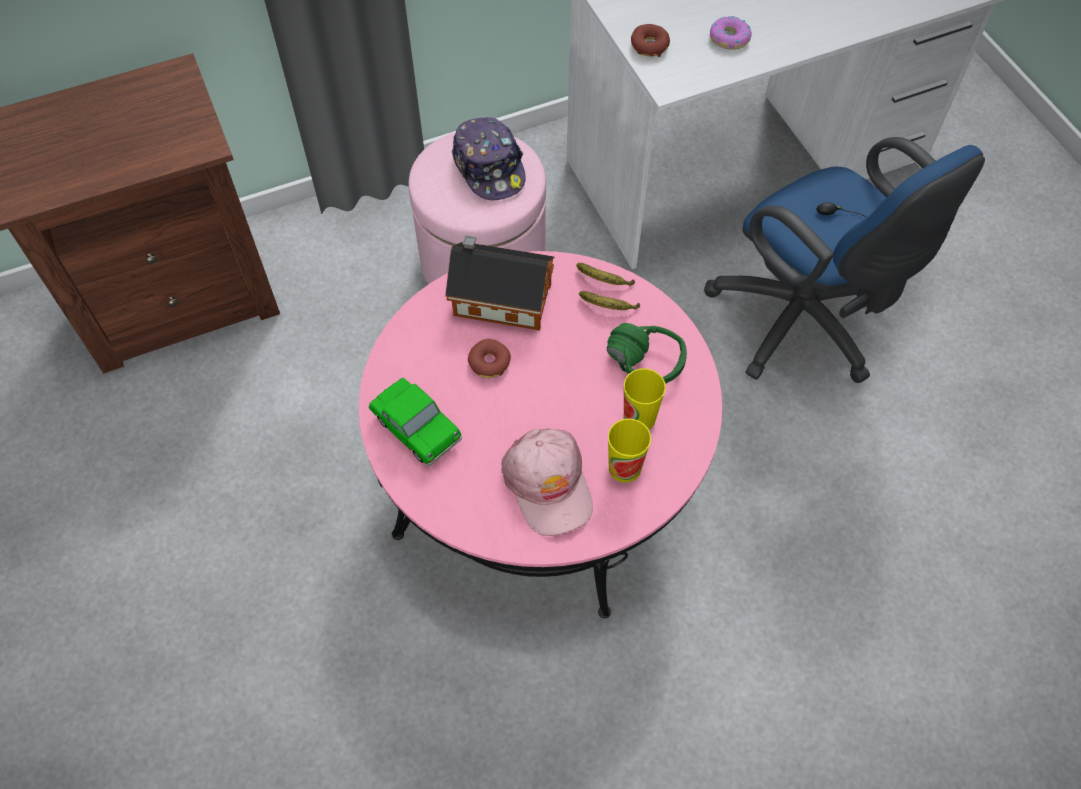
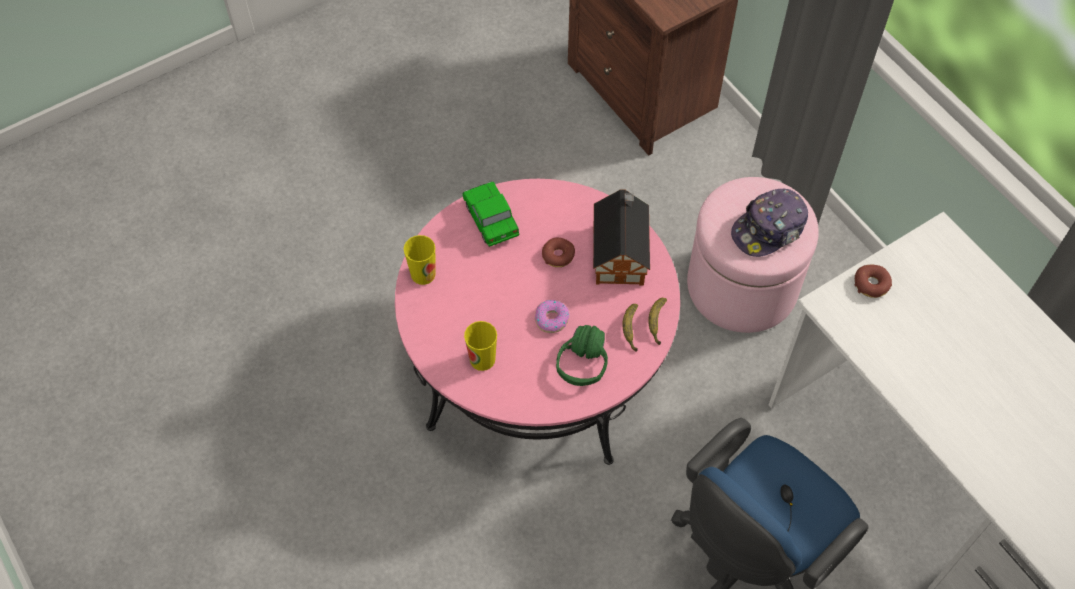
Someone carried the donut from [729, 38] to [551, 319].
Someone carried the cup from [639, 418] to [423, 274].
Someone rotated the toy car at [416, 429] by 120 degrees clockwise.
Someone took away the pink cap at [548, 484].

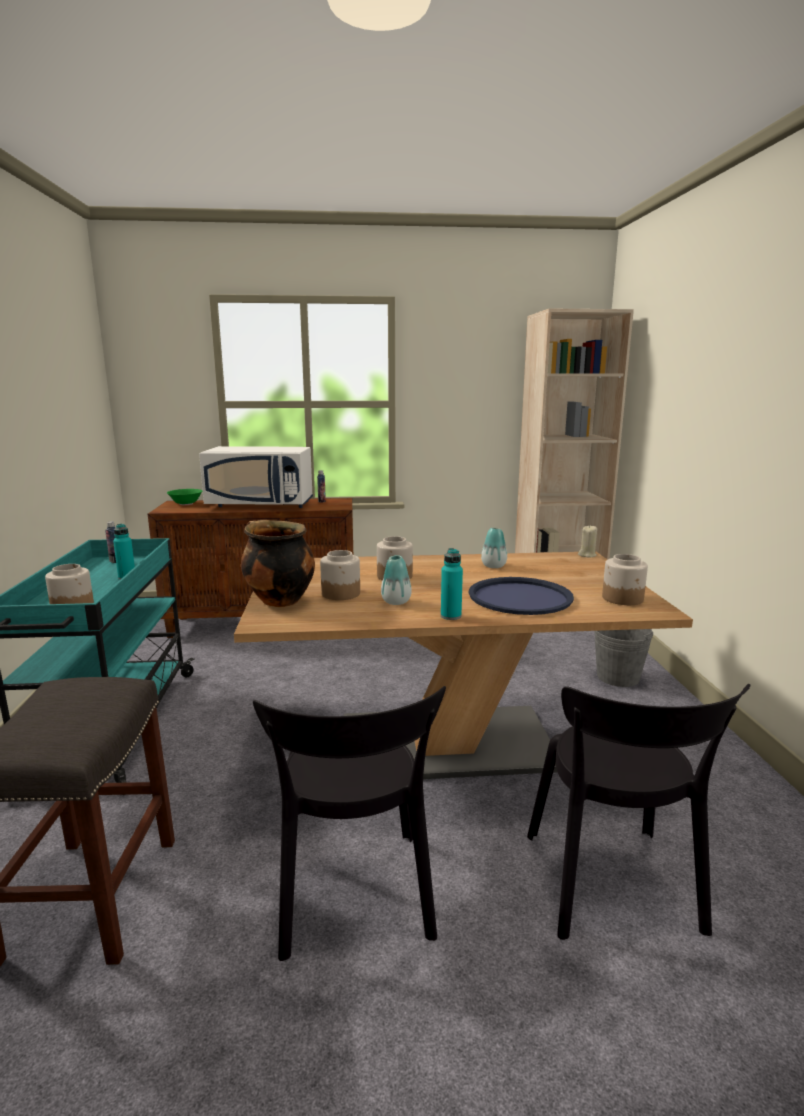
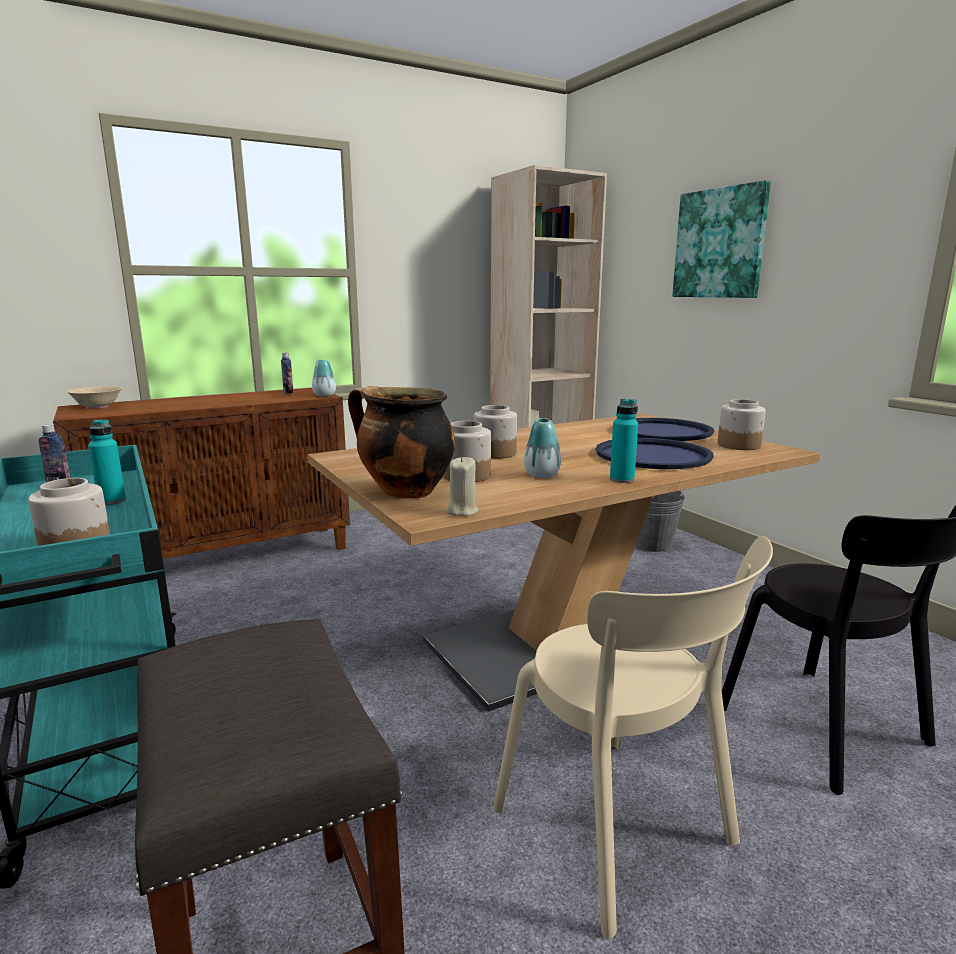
Someone took away the white microwave at [261, 505].
Someone repainted the green bowl at [186, 504], which became the beige bowl at [98, 407].
Someone carried the beige candle from [587, 555] to [462, 511].
Someone carried the vase from [493, 566] to [324, 395].
Someone repainted the black chair at [354, 899], which became the beige chair at [620, 833].
Someone put up the picture at [720, 243].
Someone put down the blue tray at [662, 431].

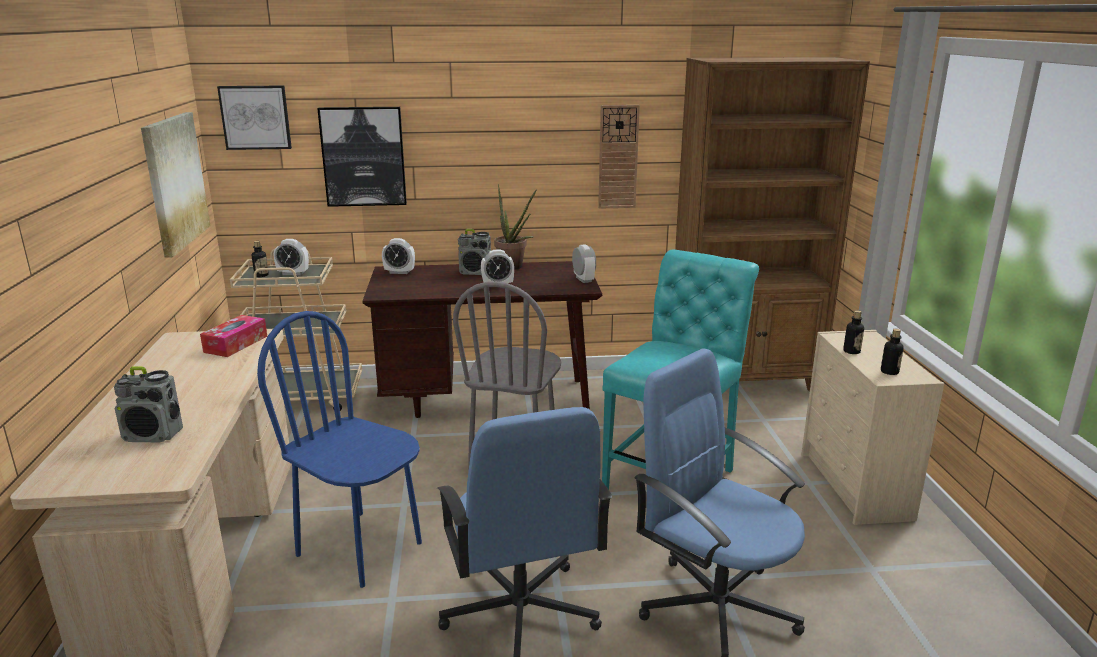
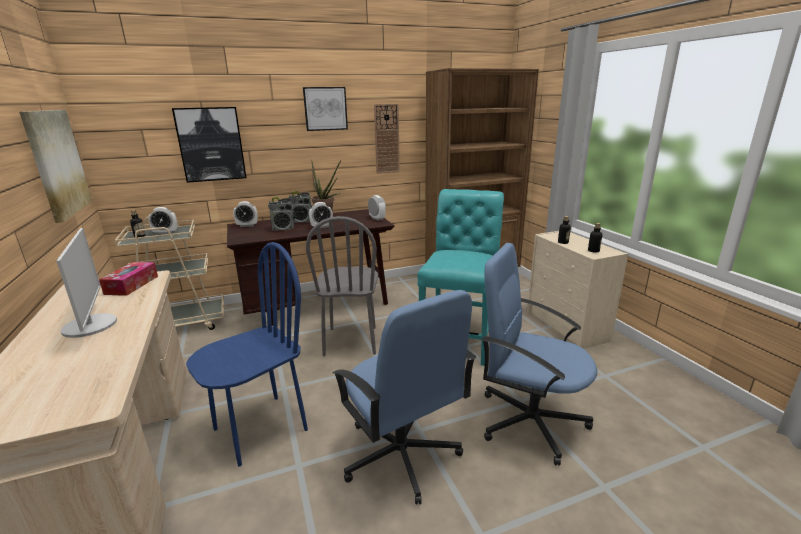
Someone carried the picture from [255, 117] to [325, 108].
Someone rotated the blue chair at [360, 548] by 120 degrees clockwise.
Someone carried the radio from [153, 435] to [283, 228].
Someone put down the monitor at [90, 325].

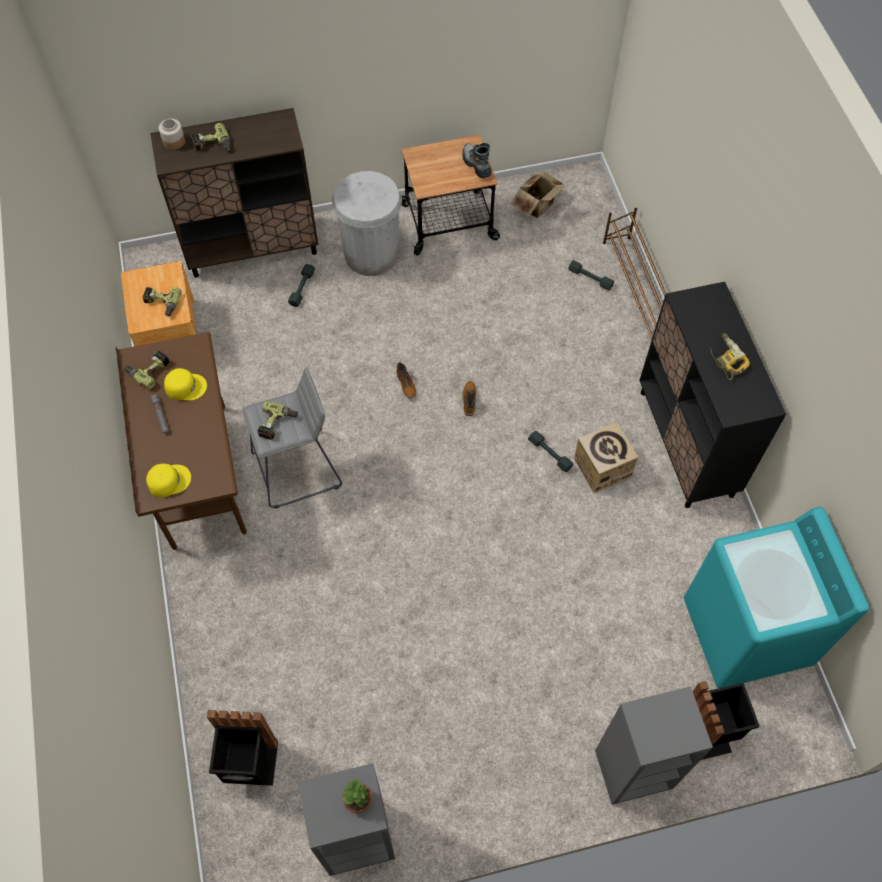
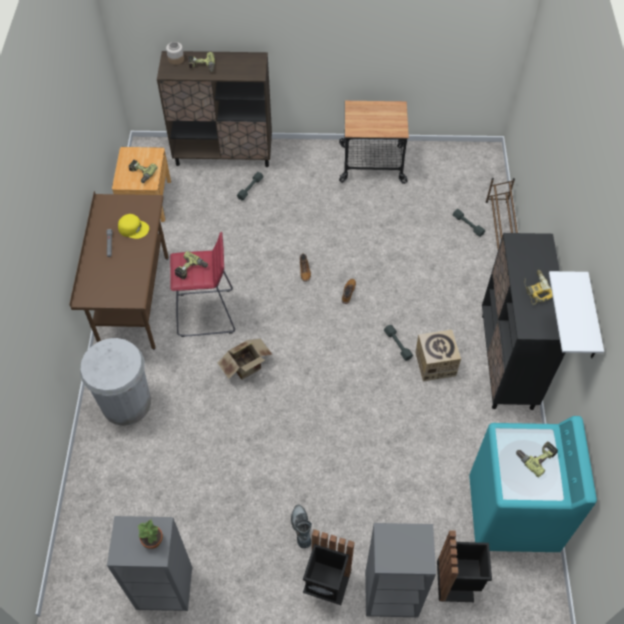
Someone carried the boot from [476, 164] to [301, 528].
Someone carried the white trash can from [371, 254] to [126, 403].
Someone carried the cardboard box from [538, 206] to [247, 368].
Someone carried the power drill from [148, 369] to [536, 456].
Someone repainted the grey stool at [298, 469], which became the red stool at [206, 313].
Someone took away the yellow cap at [168, 480].
Someone carried the black trash can from [250, 765] to [326, 584].
Someone put up the white shelf at [591, 319].

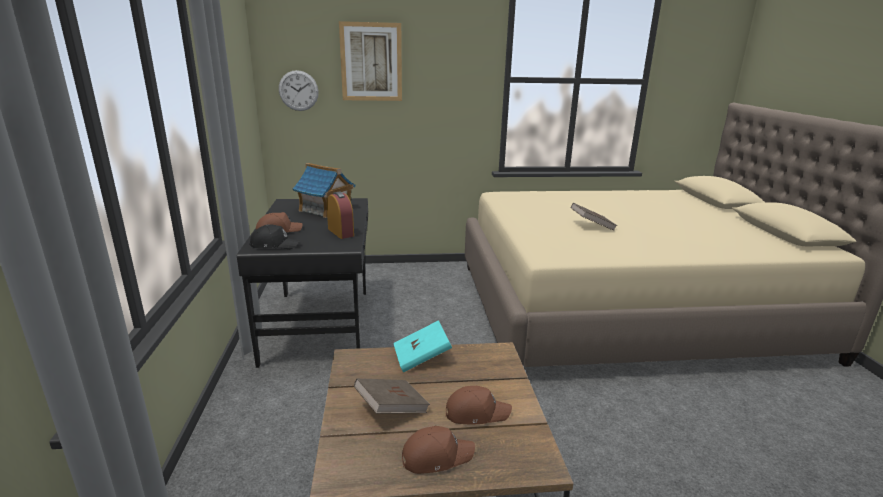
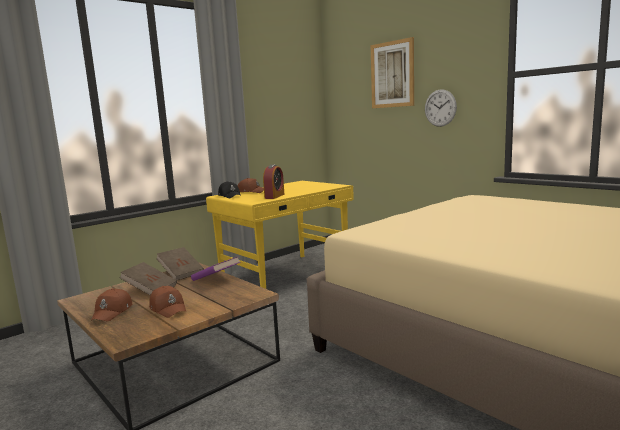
Someone carried the wall clock from [298, 90] to [440, 108].
Someone took away the toy house at [326, 209].
Someone repainted the black desk at [320, 324], which became the yellow desk at [287, 275].
Someone carried the brown book from [591, 226] to [181, 273].
Someone repainted the turquoise book at [421, 358], which became the purple book at [216, 279].
Someone rotated the brown cap at [436, 456] by 60 degrees clockwise.

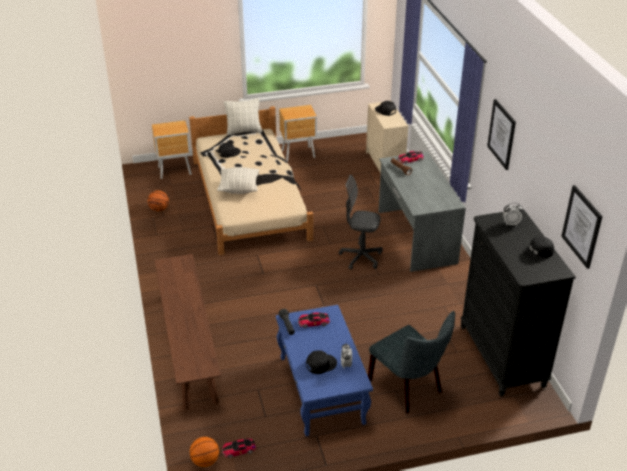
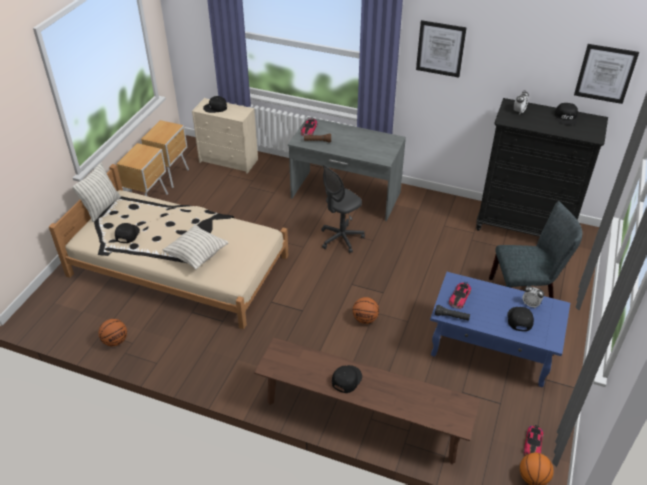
Someone carried the brown nightstand from [175, 171] to [171, 176].
Someone put down the basketball at [365, 319].
Someone put down the black cap at [346, 379].

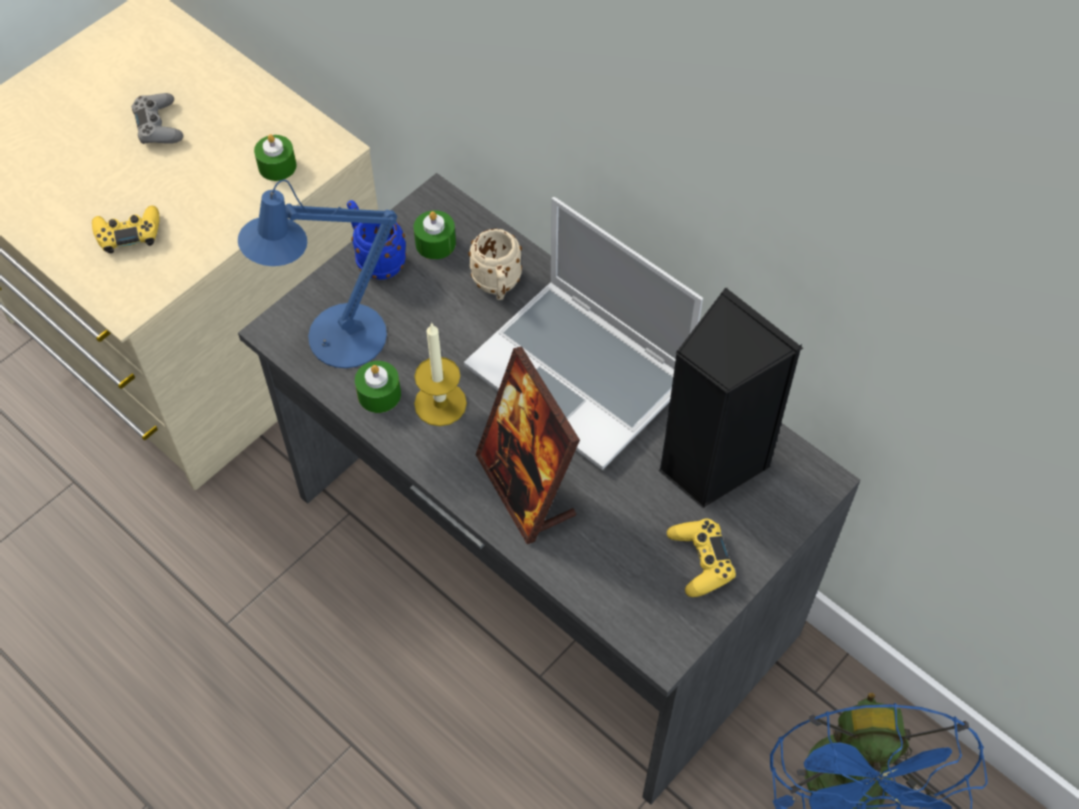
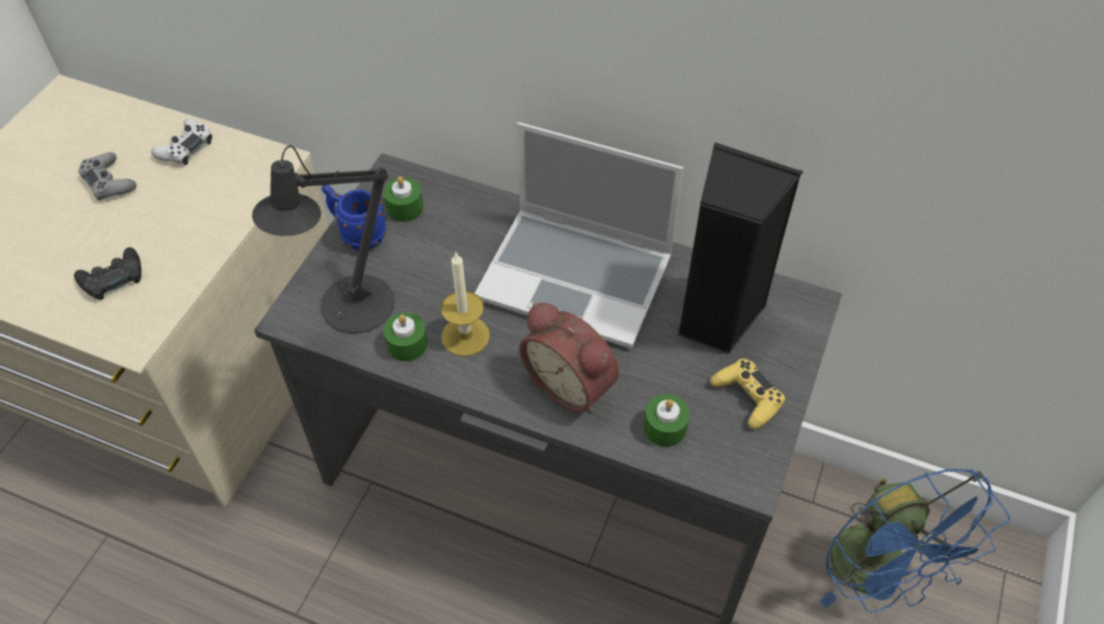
Someone carried the green candle from [277, 166] to [665, 428].
Someone repainted the blue table lamp at [336, 341], which became the black table lamp at [349, 311].
Someone repainted the yellow game controller at [129, 234], which became the black game controller at [113, 278].
Someone took away the beige mug at [497, 286].
Someone swapped the picture frame at [526, 488] for the alarm clock at [572, 383].
Someone put down the white game controller at [185, 148].

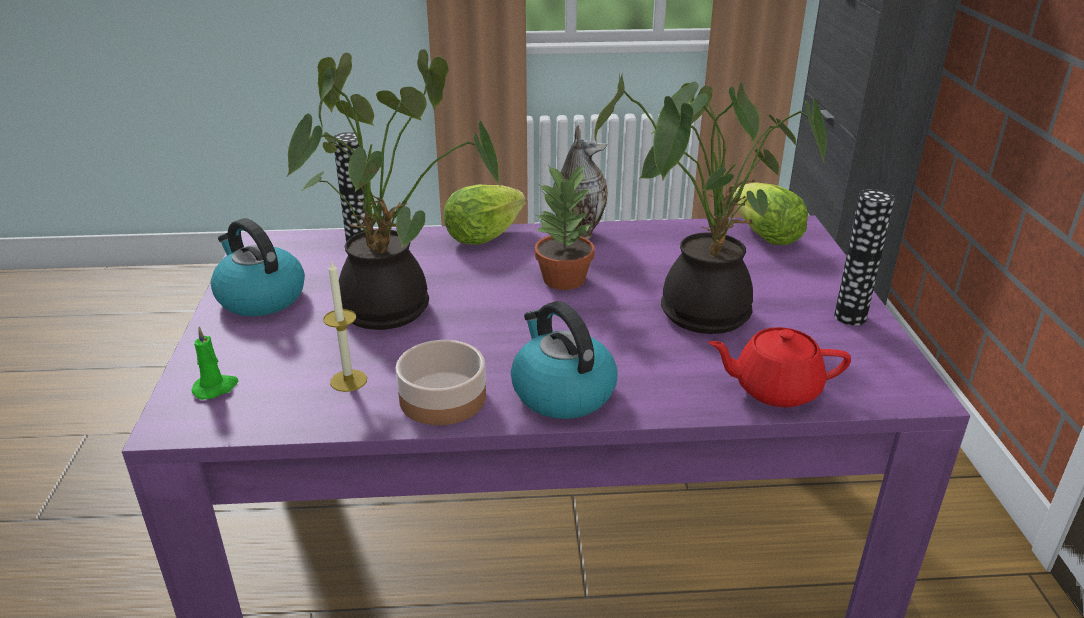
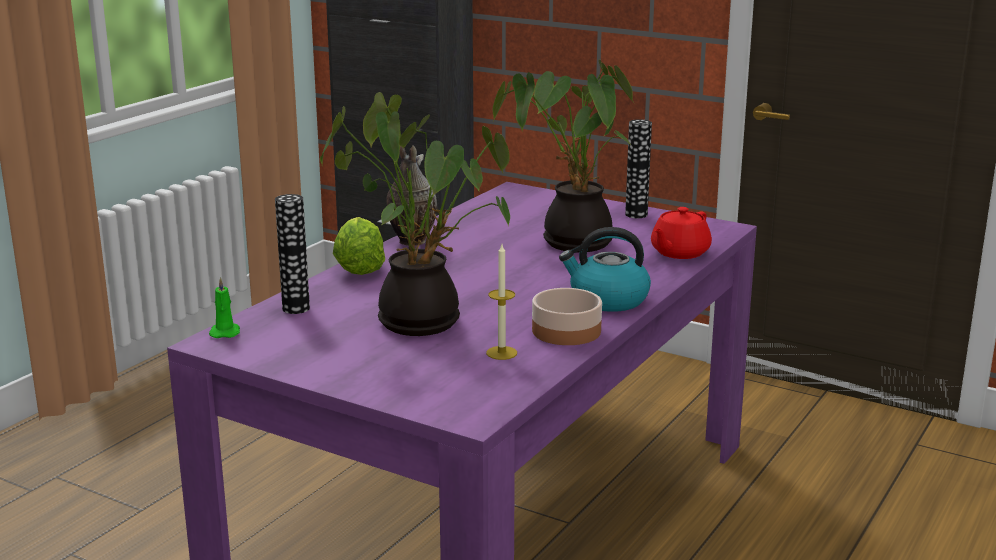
Someone took away the potted plant at [564, 280].
Someone took away the lettuce at [765, 236].
Someone took away the kettle at [260, 297].
Someone carried the green candle from [216, 388] to [225, 332].

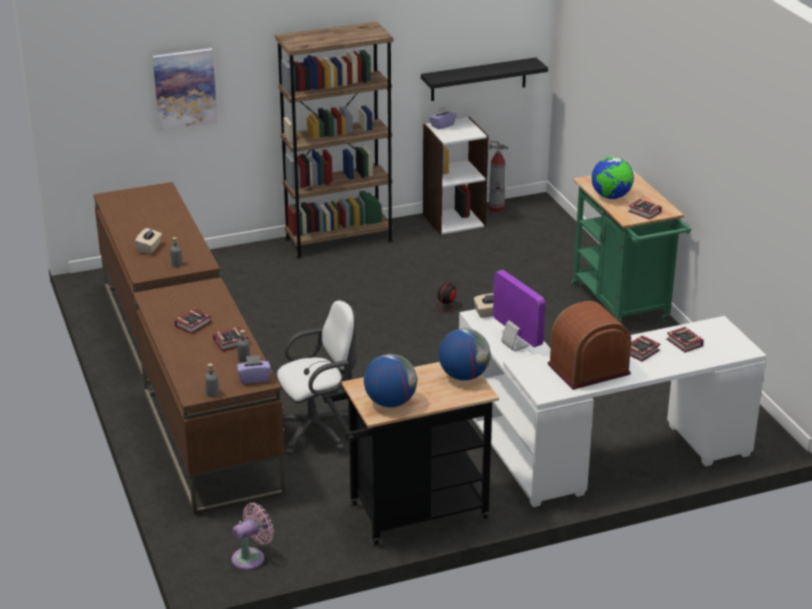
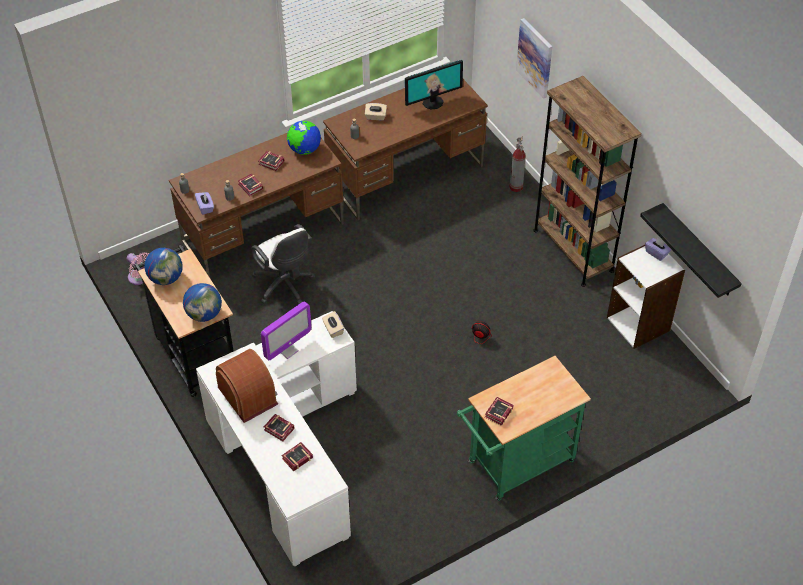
Someone carried the fire extinguisher from [496, 209] to [516, 187].
Someone carried the globe from [611, 197] to [304, 149].
Someone put down the monitor at [432, 102].

